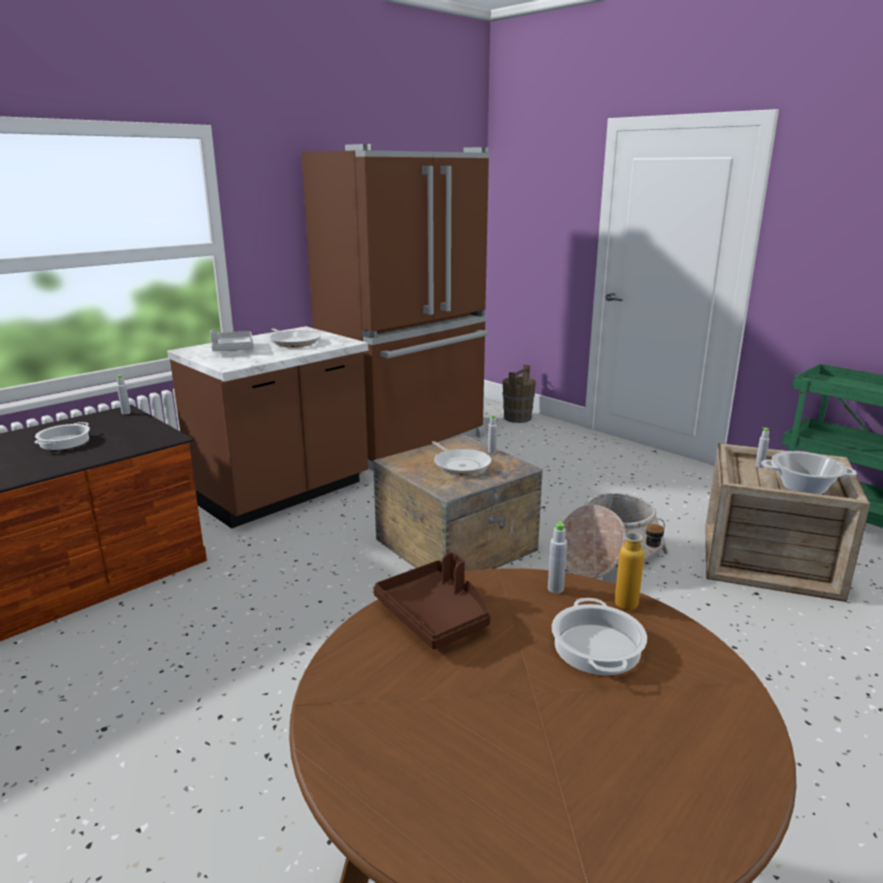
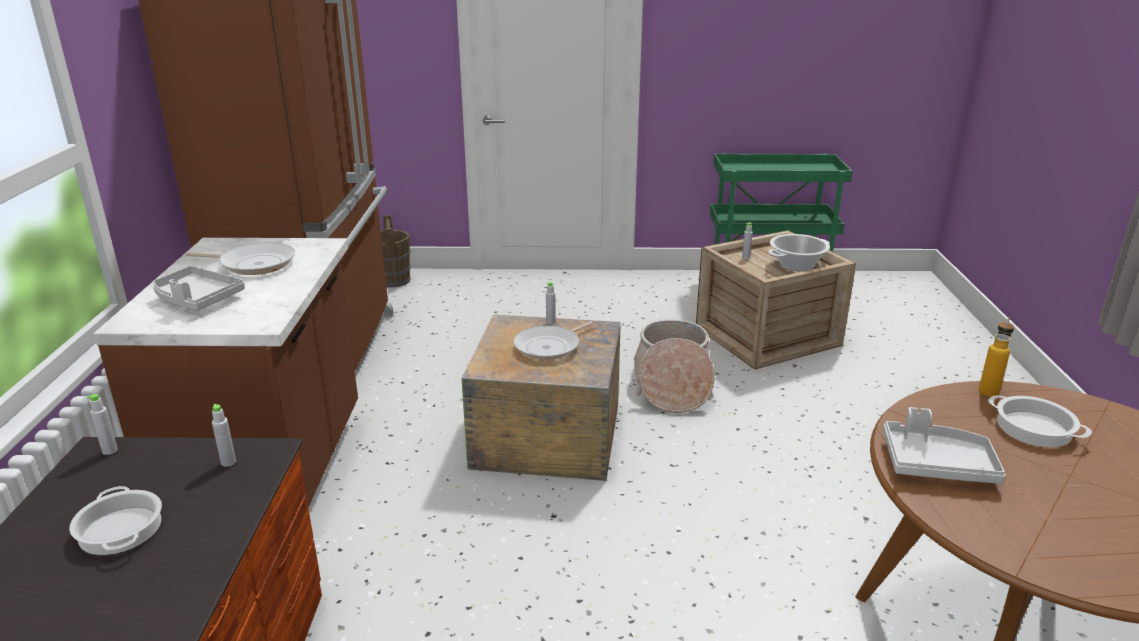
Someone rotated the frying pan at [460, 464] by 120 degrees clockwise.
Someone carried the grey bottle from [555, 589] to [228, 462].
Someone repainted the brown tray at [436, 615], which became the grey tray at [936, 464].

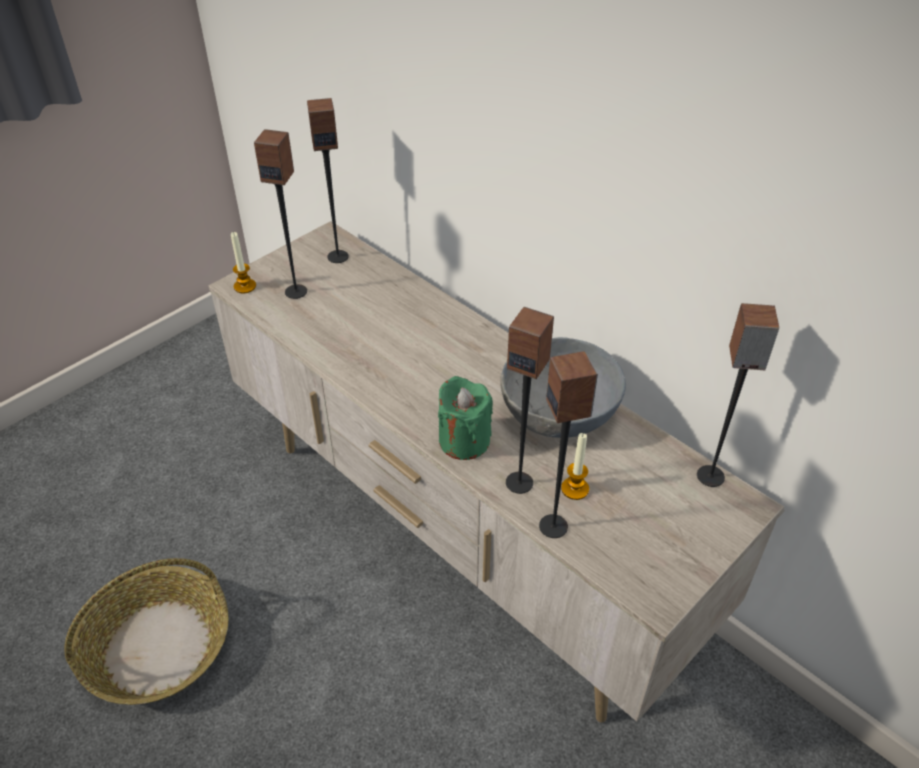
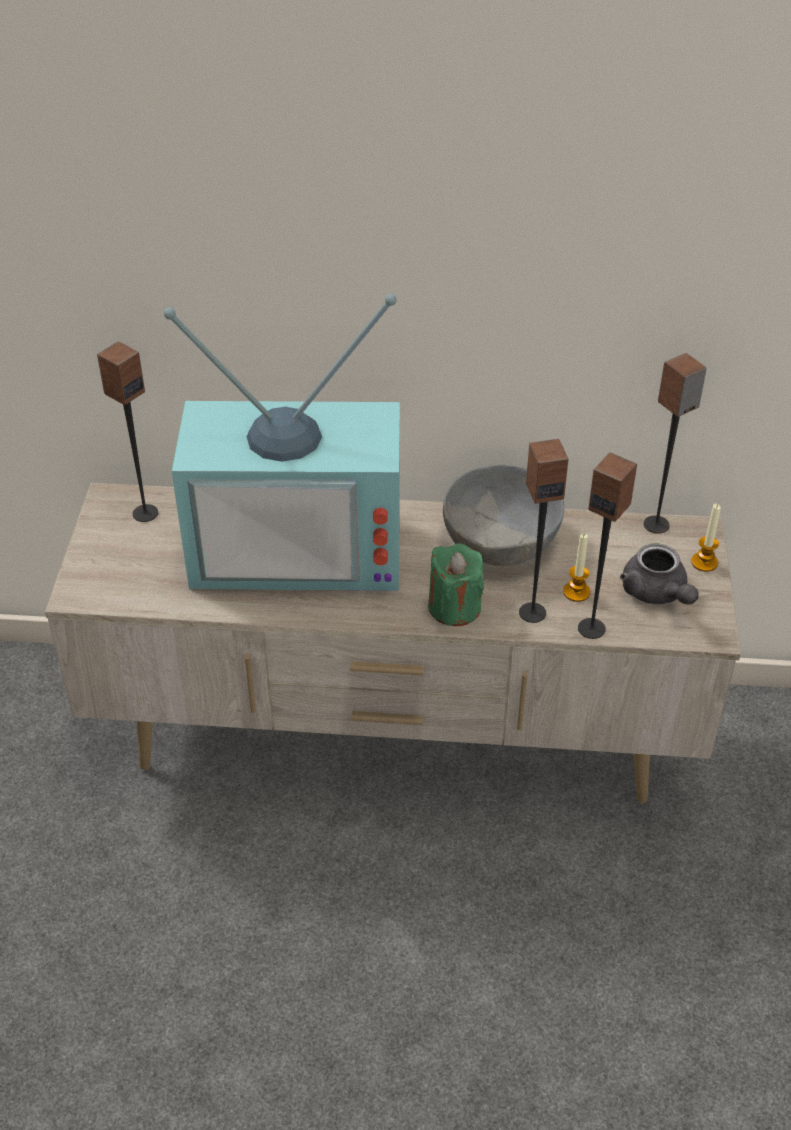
Someone took away the speaker at [296, 291].
Someone carried the candle from [245, 286] to [704, 562].
Someone took away the basket at [158, 646].
Someone put down the television at [301, 545].
Someone put down the grey teapot at [656, 594].

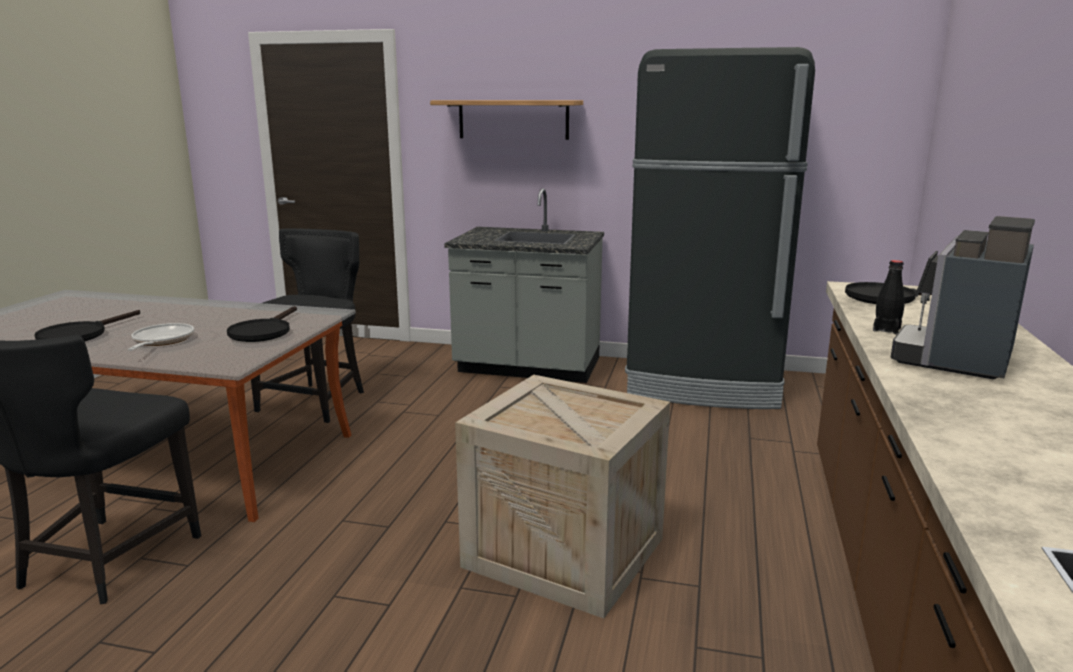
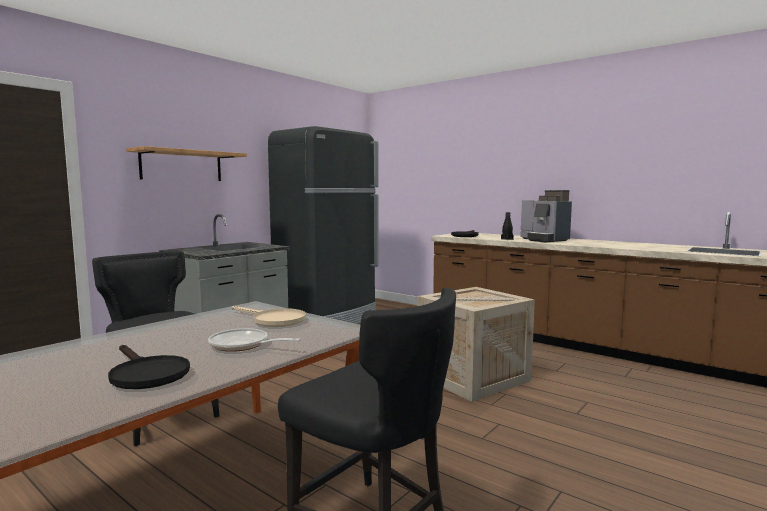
Someone repainted the black frying pan at [263, 331], which became the beige frying pan at [273, 320].

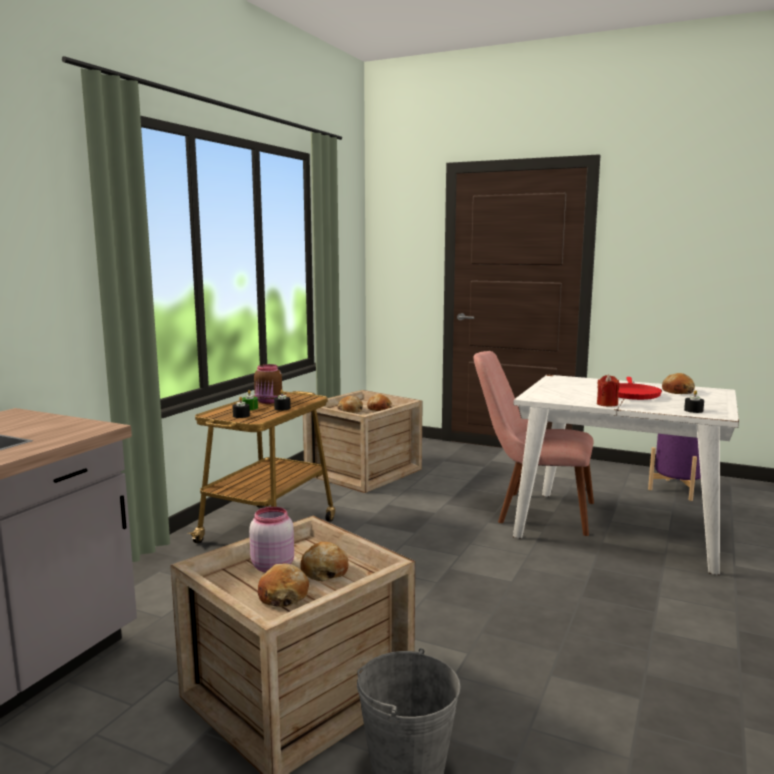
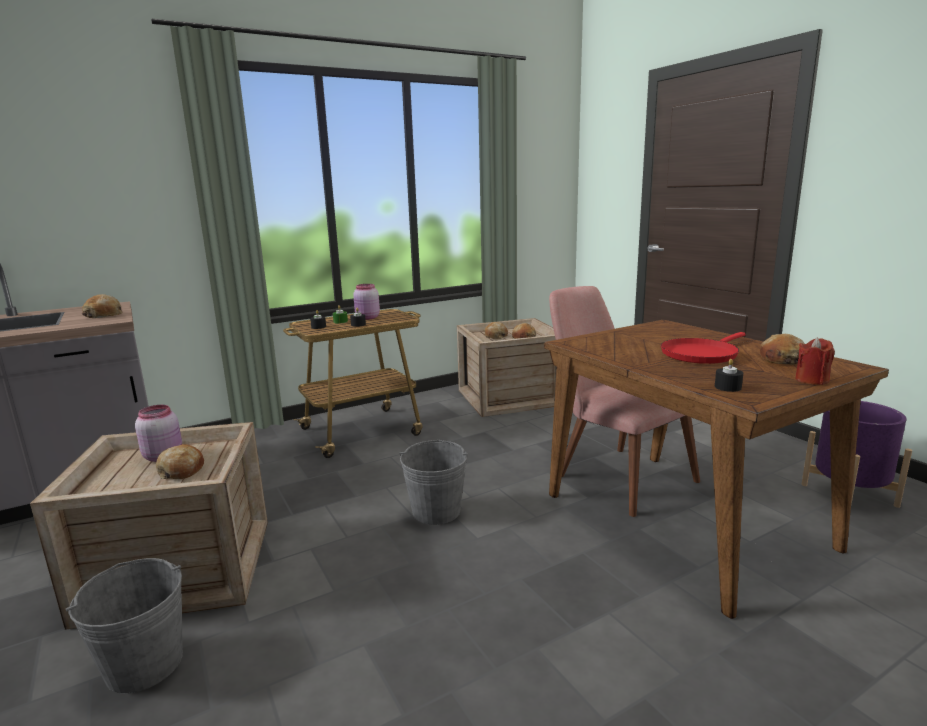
Someone repainted the brown jar at [269, 402], which became the pink jar at [367, 318].
Someone repainted the white dining table at [616, 529], which became the brown dining table at [681, 519].
Someone carried the red candle from [607, 404] to [811, 380].
Someone carried the bread from [283, 595] to [104, 315].
Someone put down the grey bucket at [436, 511].

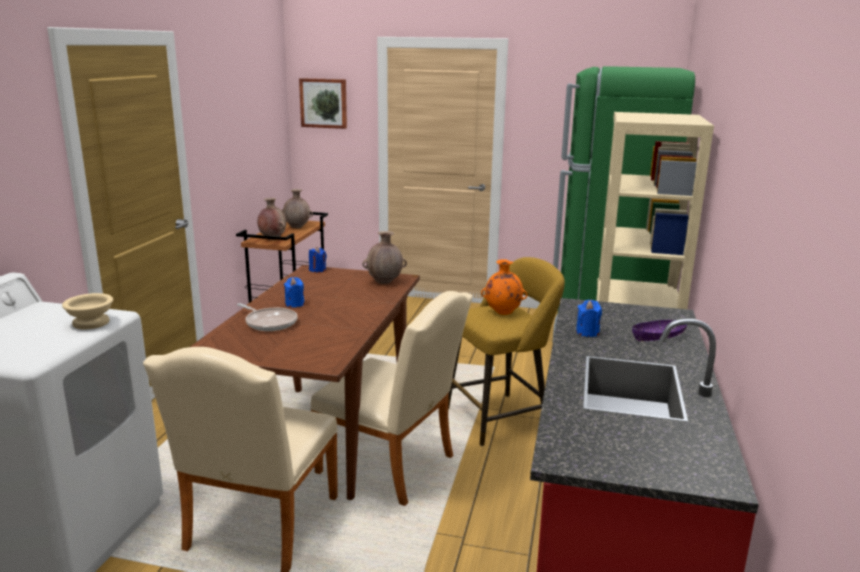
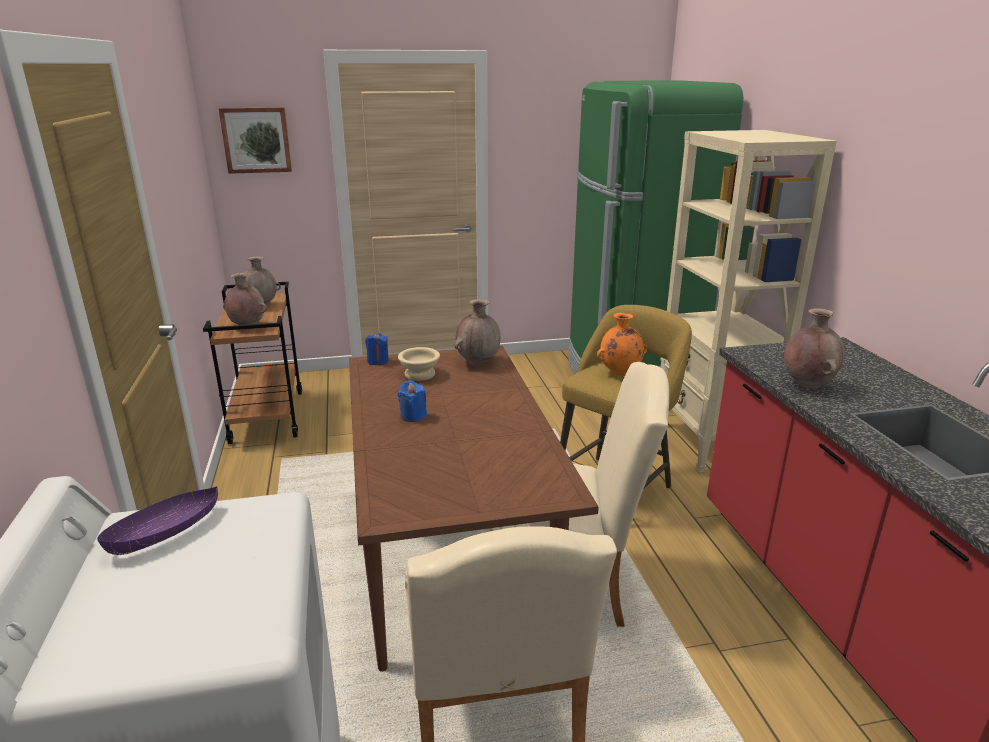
Someone carried the beige bowl from [89, 323] to [419, 375].
Someone swapped the blue candle at [587, 332] for the brown vase at [807, 384].
Someone took away the frying pan at [269, 322].
Someone carried the purple bowl from [659, 337] to [166, 532].

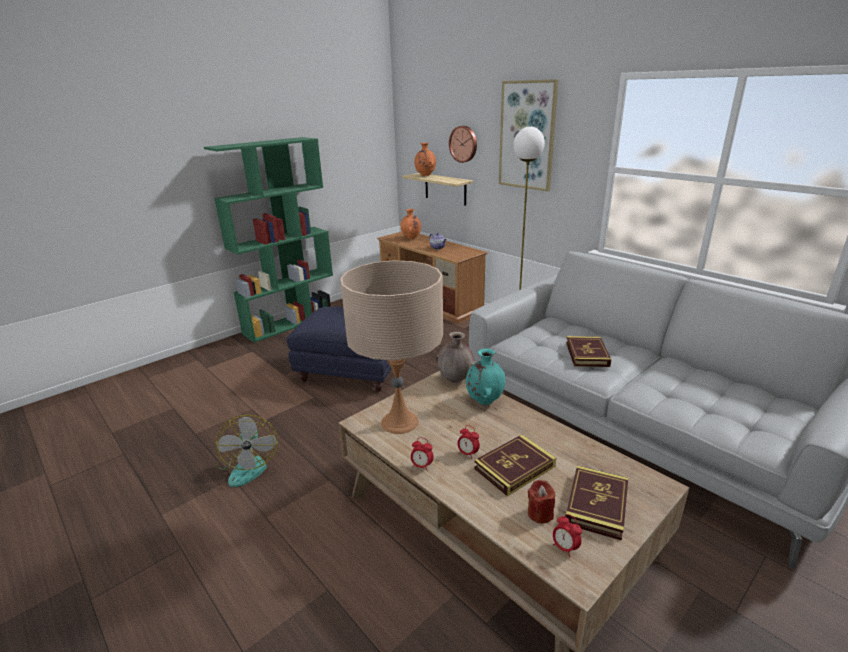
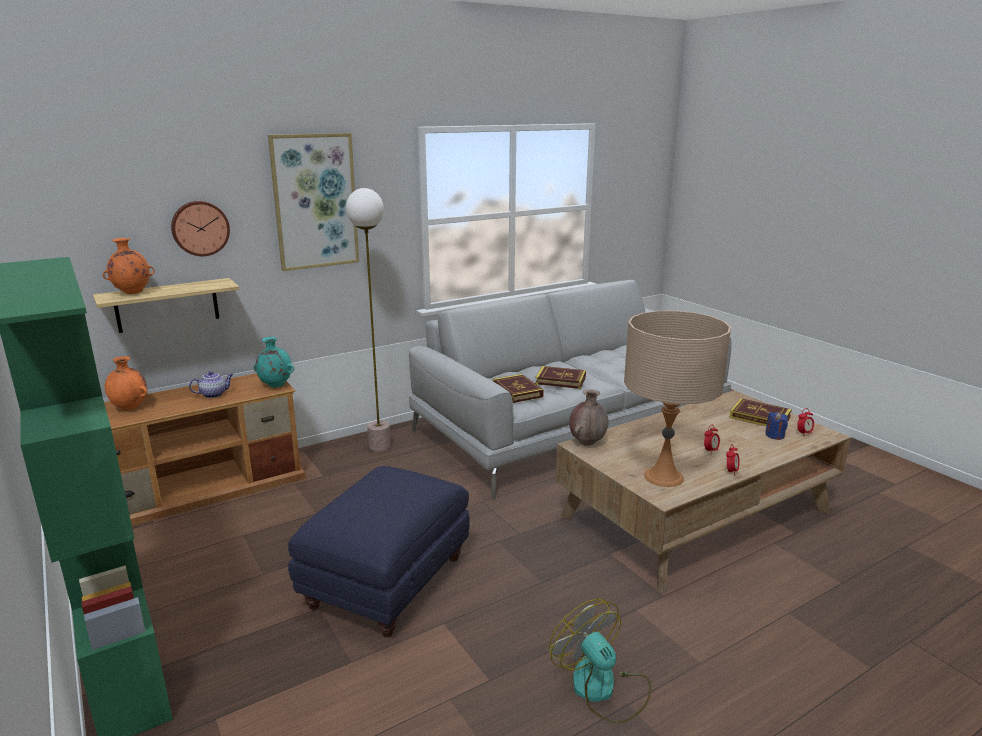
Someone carried the turquoise vase from [484, 400] to [275, 385].
Someone rotated the fan at [248, 466] by 120 degrees counterclockwise.
Someone carried the book from [514, 467] to [517, 391].
Someone repainted the red candle at [540, 514], which became the blue candle at [774, 435].

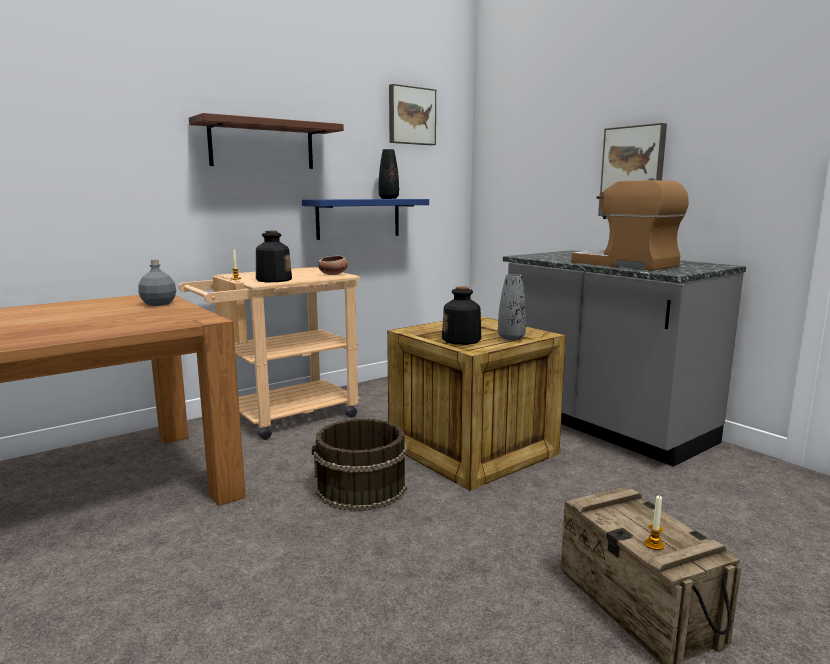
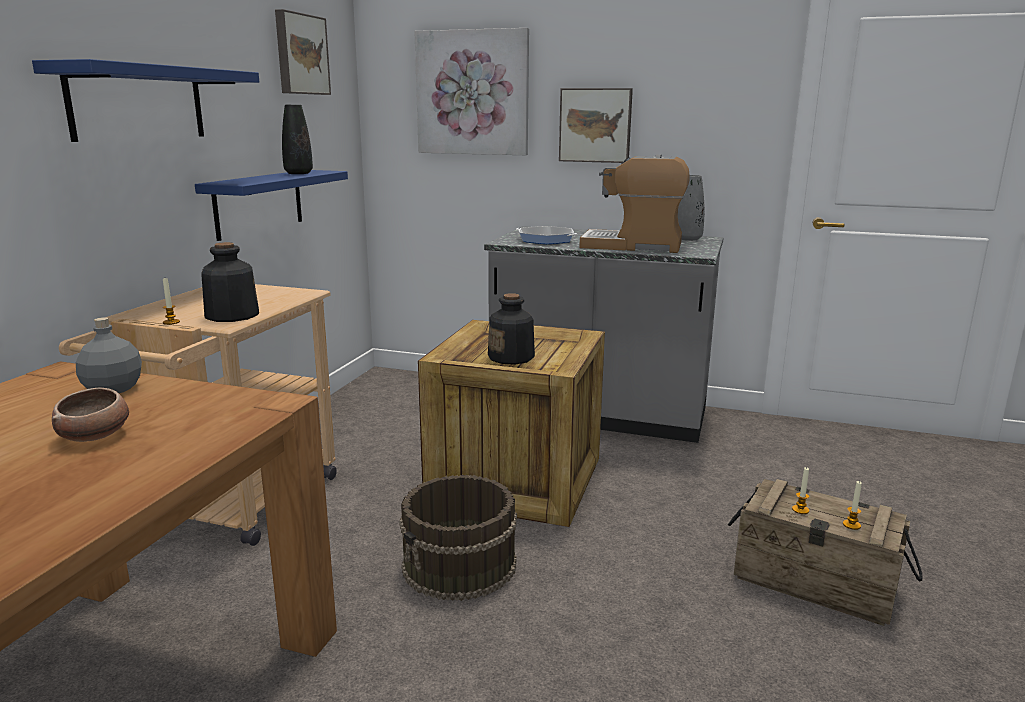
Someone repainted the brown shelf at [262, 145], which became the blue shelf at [138, 103].
Someone carried the bowl from [334, 274] to [95, 435].
Someone carried the grey vase from [511, 338] to [688, 239].
Someone put up the picture at [473, 93].
Someone put down the frying pan at [545, 240].
Someone put down the candle at [800, 510].

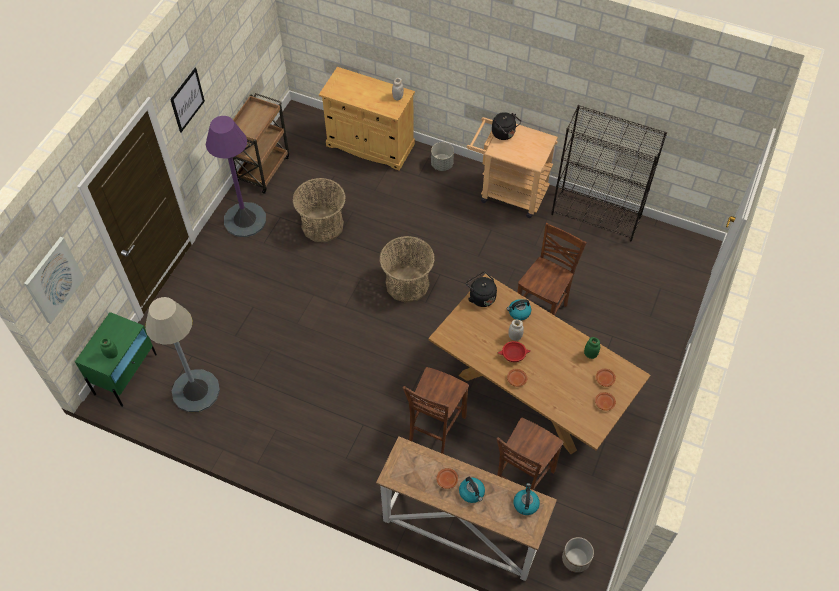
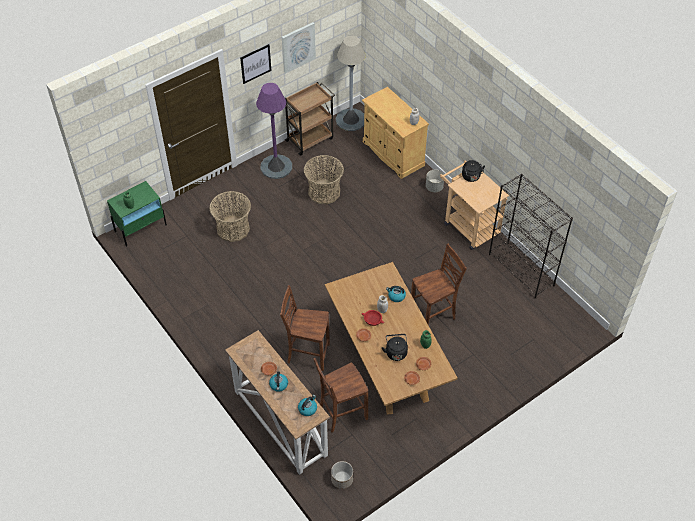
Someone carried the basket from [407, 284] to [233, 229].
Someone carried the picture from [53, 280] to [298, 47].
Someone carried the black kettle from [481, 296] to [396, 352].
Someone carried the grey floor lamp from [196, 391] to [351, 120].
Someone rotated the brown chair at [435, 429] by 45 degrees clockwise.

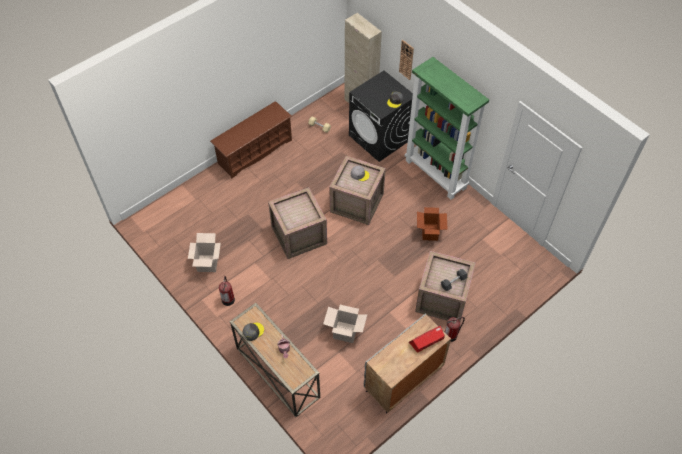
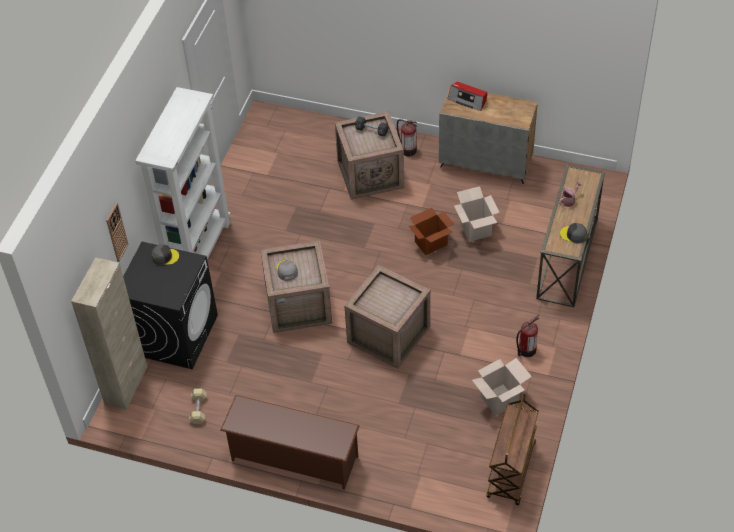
Someone repainted the green bookcase at [436, 174], which became the white bookcase at [199, 252].
Someone carried the cardboard box from [429, 232] to [431, 243].
Someone put down the brown cart at [511, 471].

